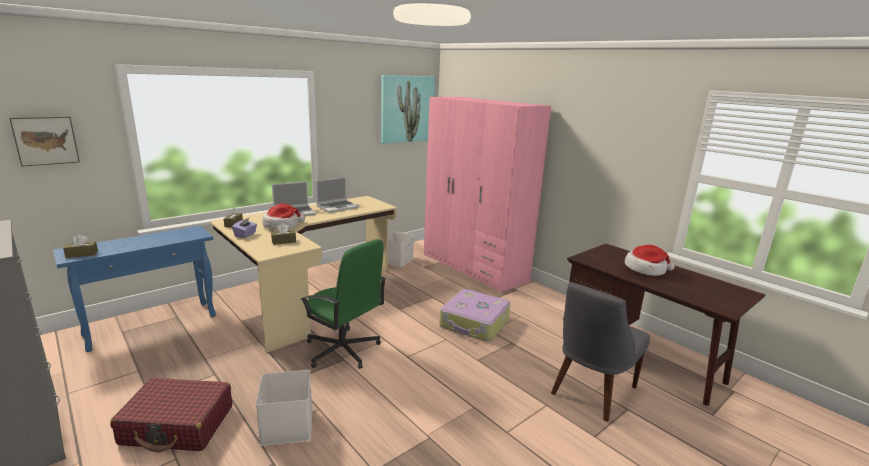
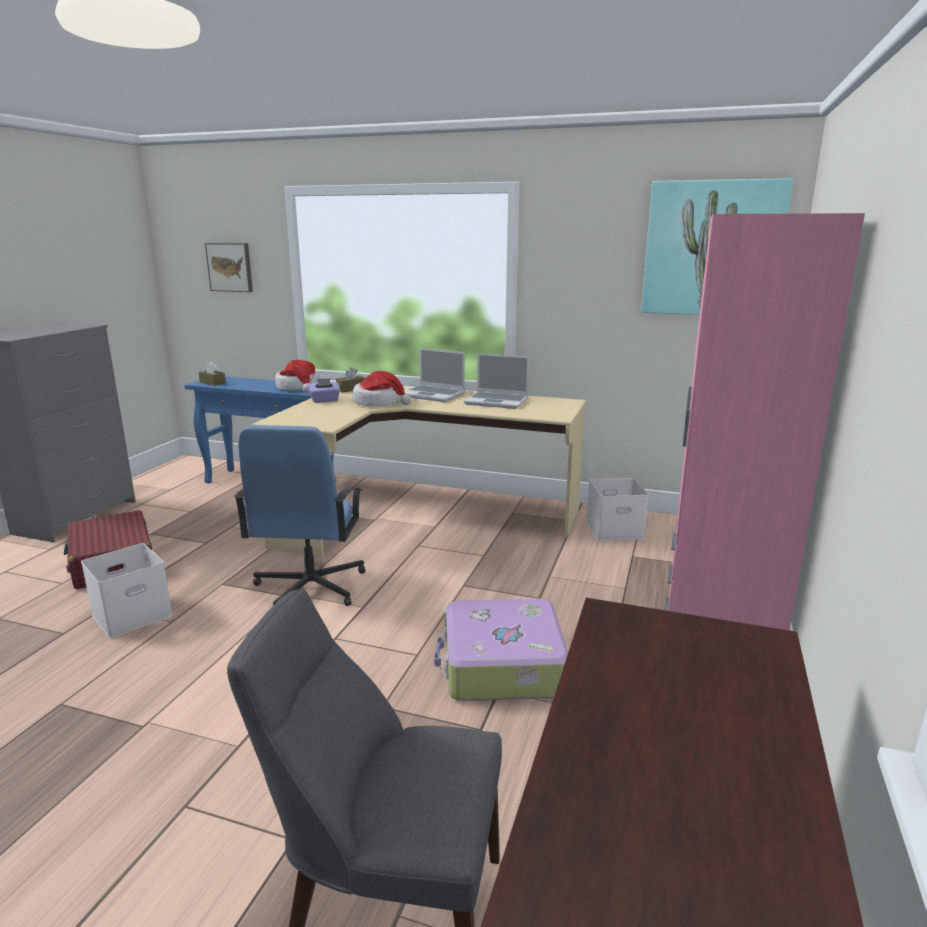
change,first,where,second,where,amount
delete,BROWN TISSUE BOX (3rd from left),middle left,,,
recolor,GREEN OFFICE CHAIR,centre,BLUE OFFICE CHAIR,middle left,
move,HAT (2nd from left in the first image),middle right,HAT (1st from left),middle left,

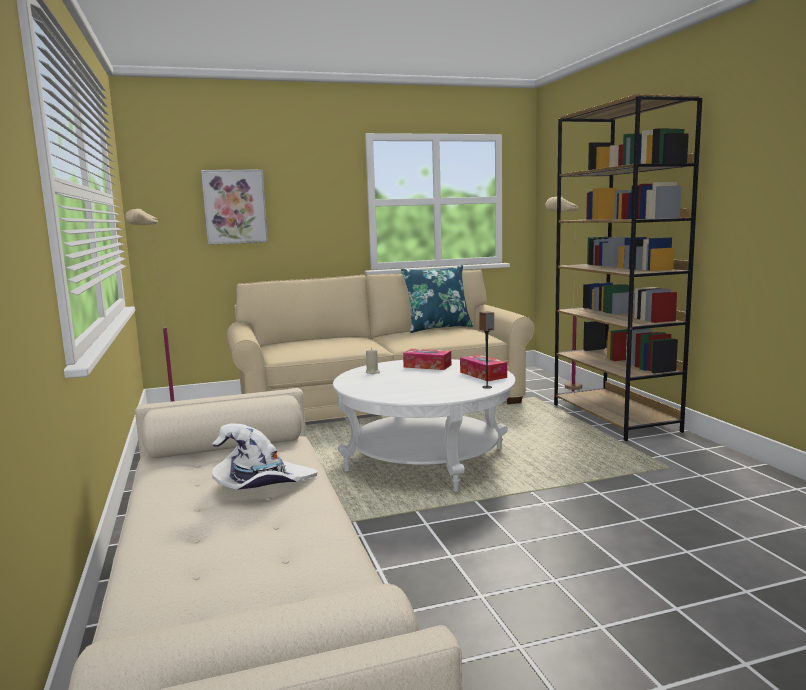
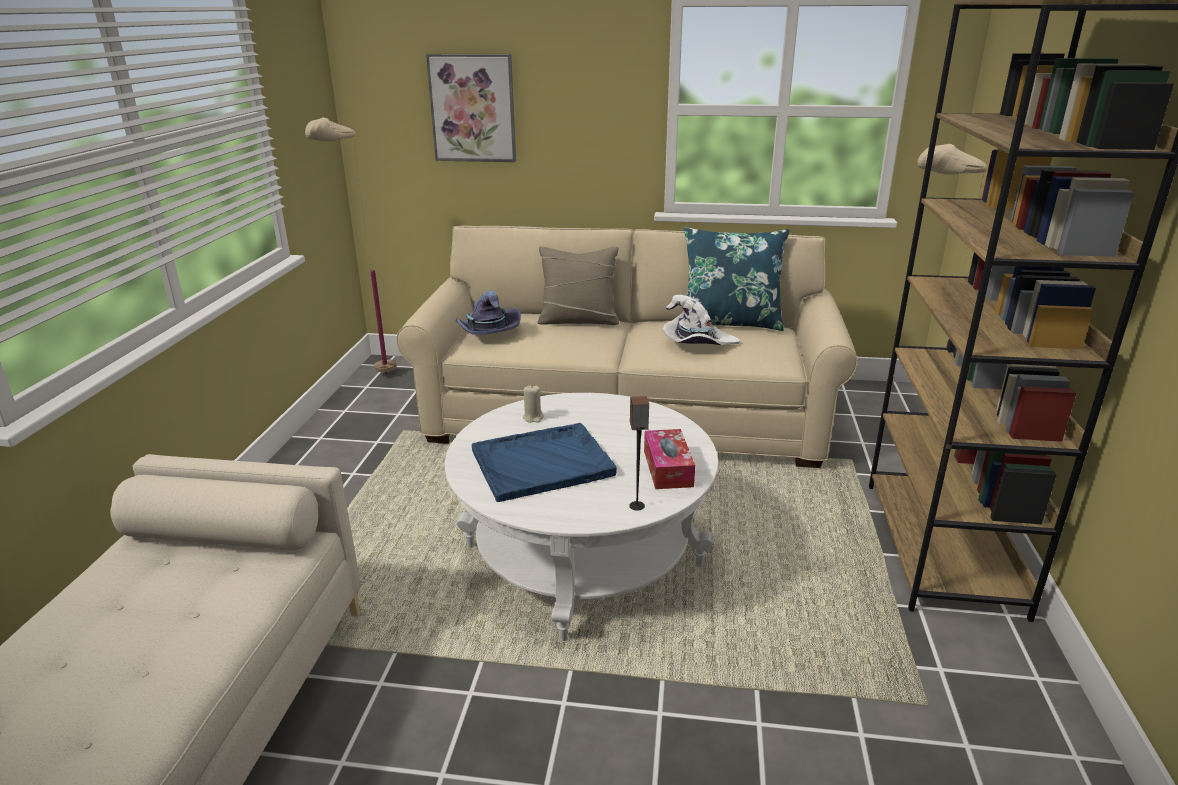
change,first,where,second,where,amount
move,WHITE HAT,middle left,,centre,
delete,TISSUE BOX (1st from left),centre,,,
insert,,,PURPLE HAT,centre,
insert,,,BLUE TRAY,centre,
insert,,,BEIGE PILLOW,centre,

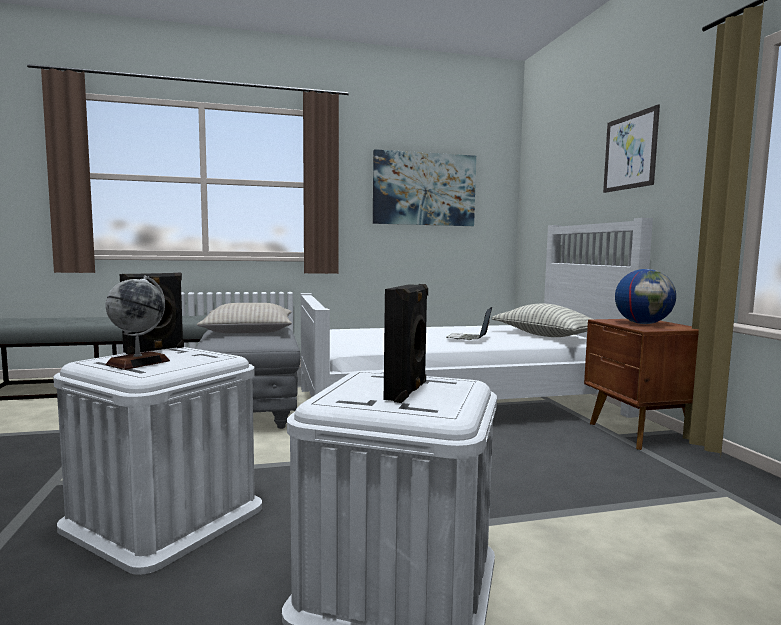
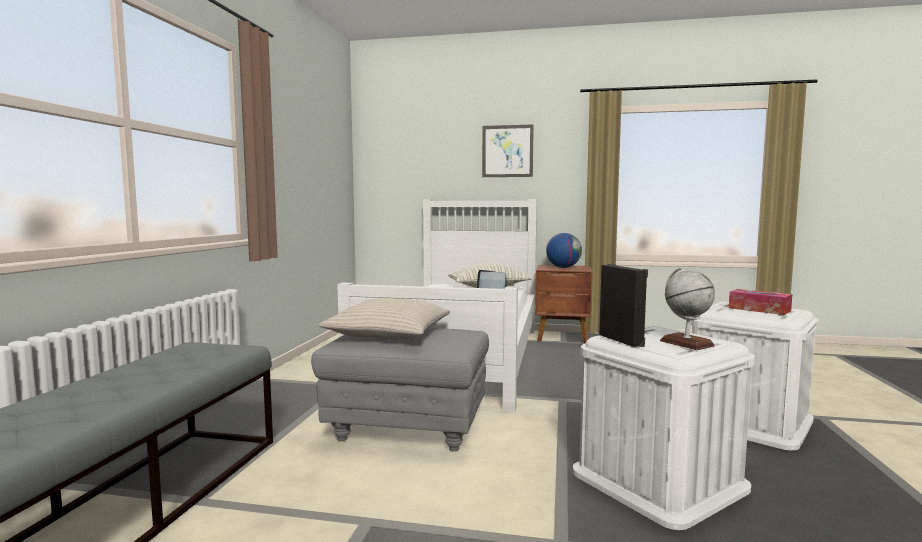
change,first,where,second,where,amount
delete,PICTURE (1st from left),top centre,,,
replace,BLACK SPEAKER (2nd from left),centre,TISSUE BOX,middle right,

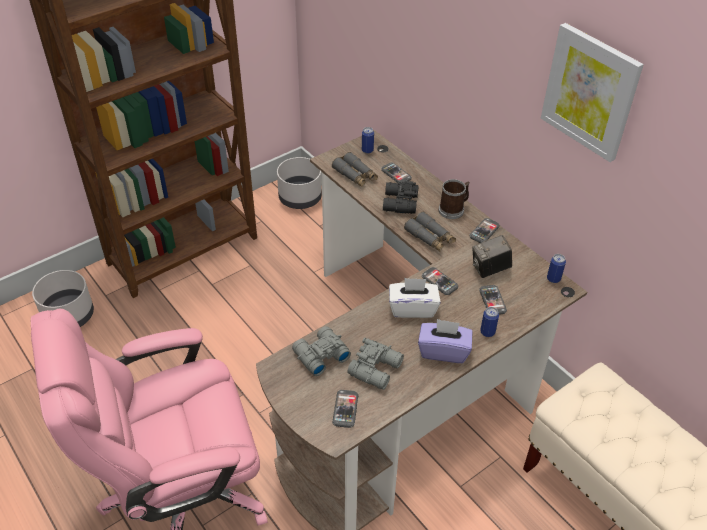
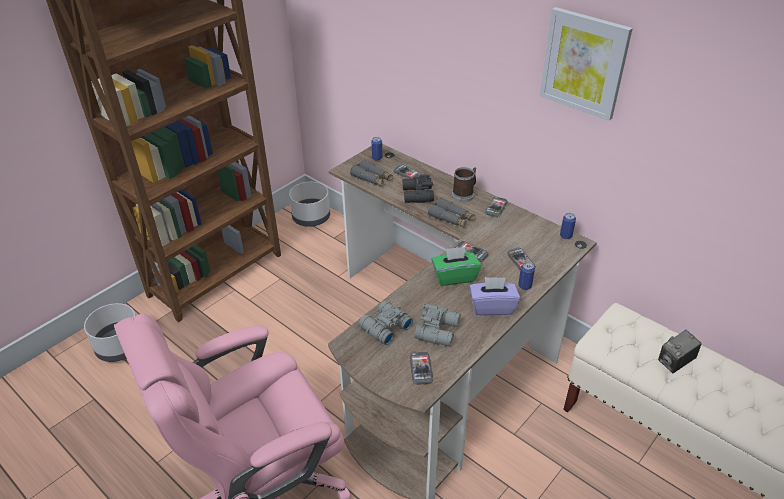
change,first,where,second,where,amount
recolor,WHITE TISSUE BOX,centre,GREEN TISSUE BOX,centre,
move,PHOTO CAMERA,middle right,,bottom right,

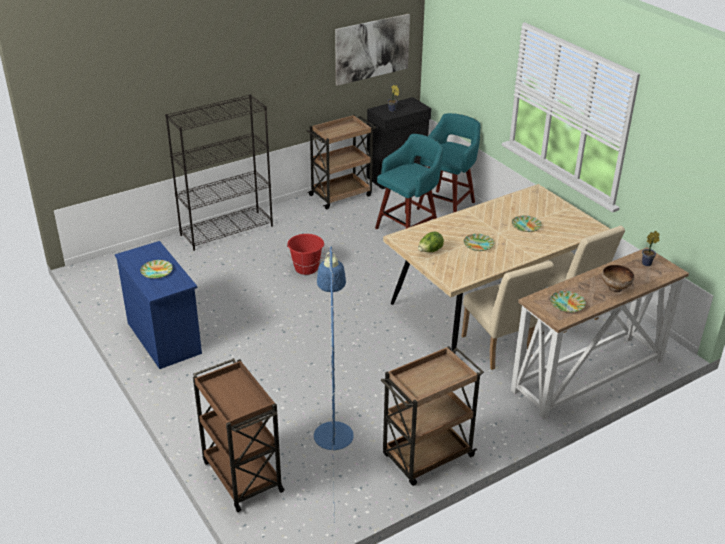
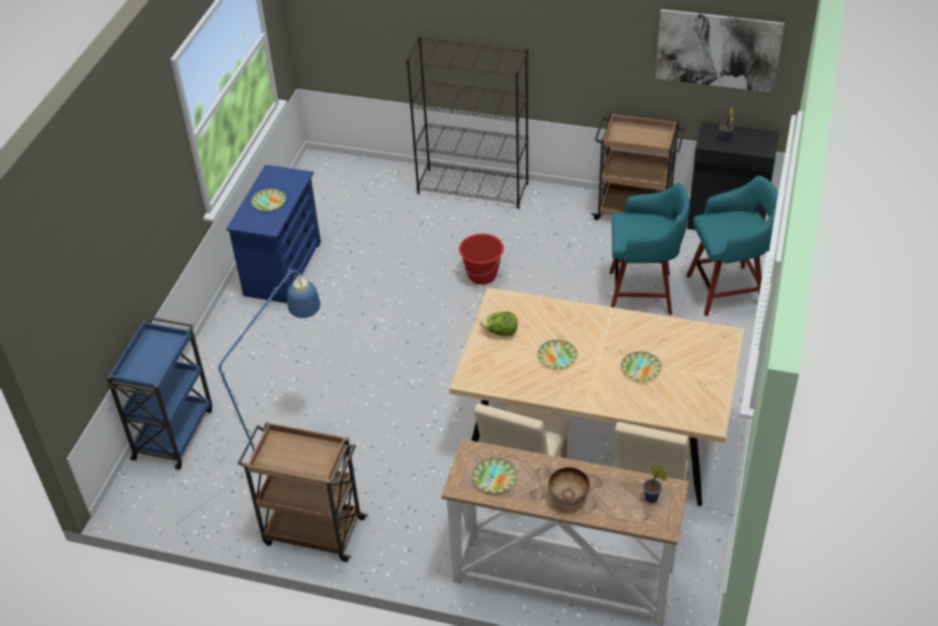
change,first,where,second,where,amount
recolor,BROWN CART (1st from left),bottom left,BLUE CART,middle left,

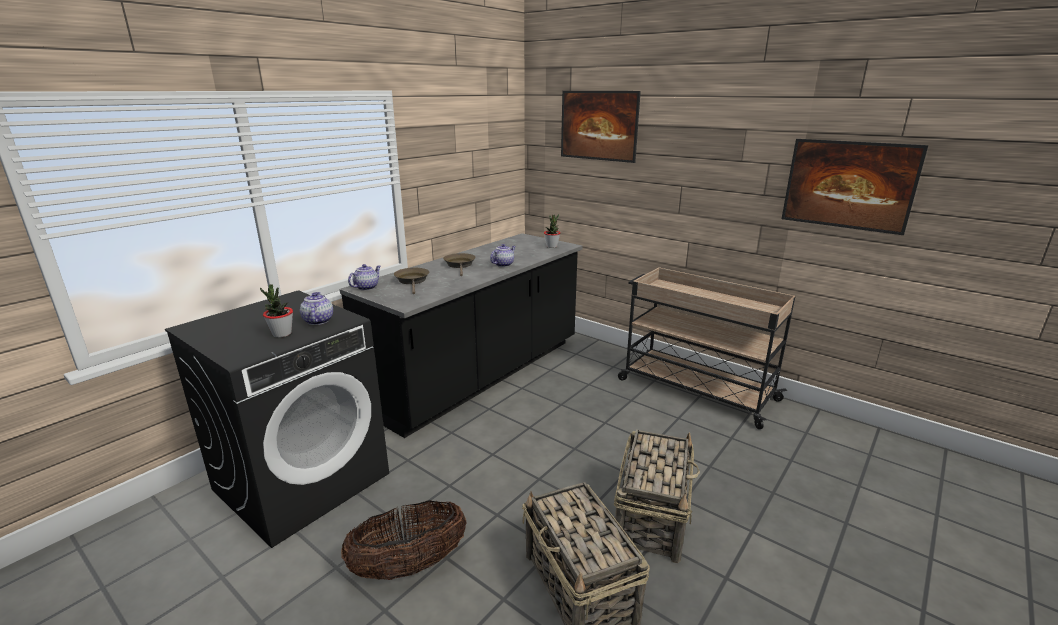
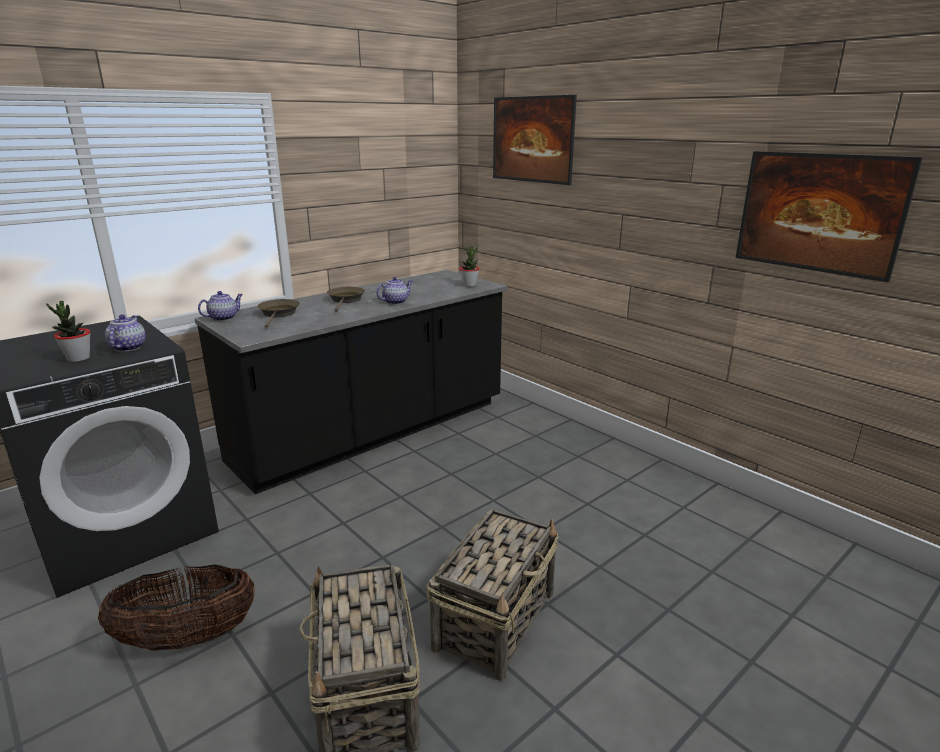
change,first,where,second,where,amount
delete,BEIGE CART,middle right,,,

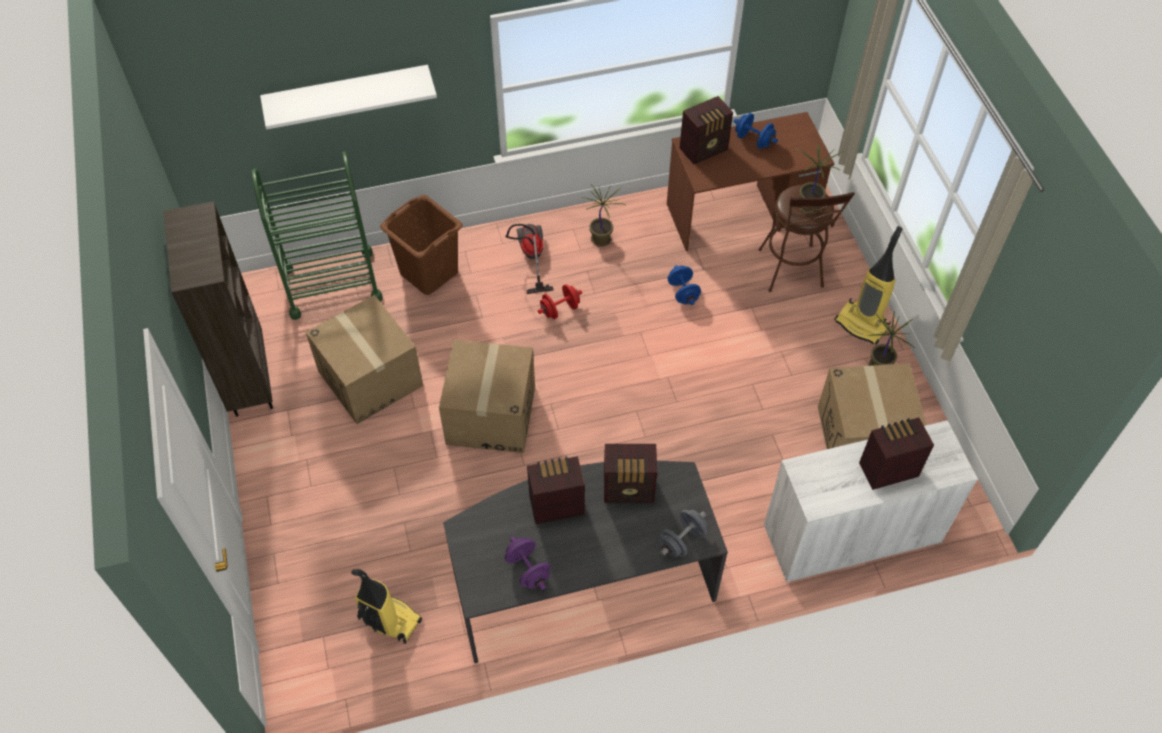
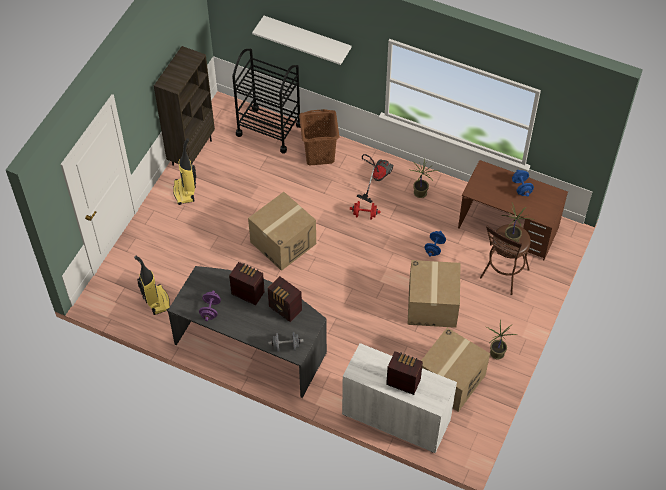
change,first,where,second,where,amount
recolor,GREEN CART,top left,BLACK CART,top centre,
move,CARDBOARD BOX (1st from left in the first image),middle left,CARDBOARD BOX (2nd from left),centre,
delete,RADIO (3rd from left),top centre,,,
move,VACUUM CLEANER (3rd from left in the first image),middle right,VACUUM CLEANER (2nd from left),middle left,

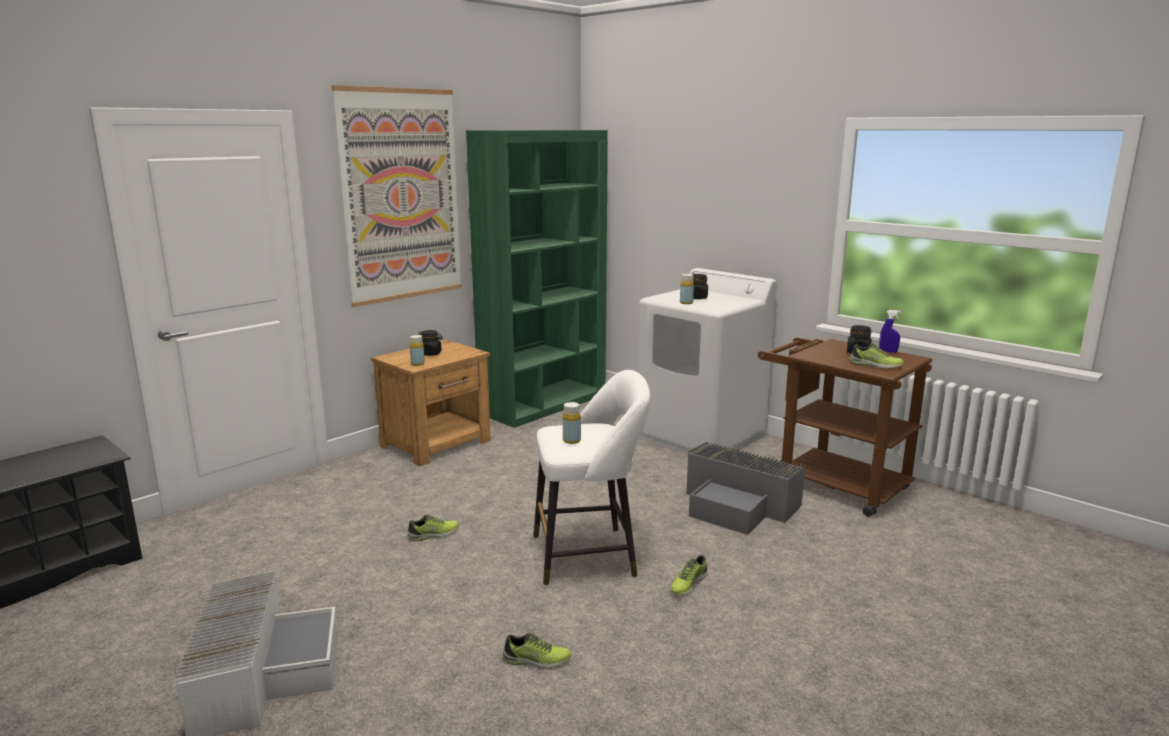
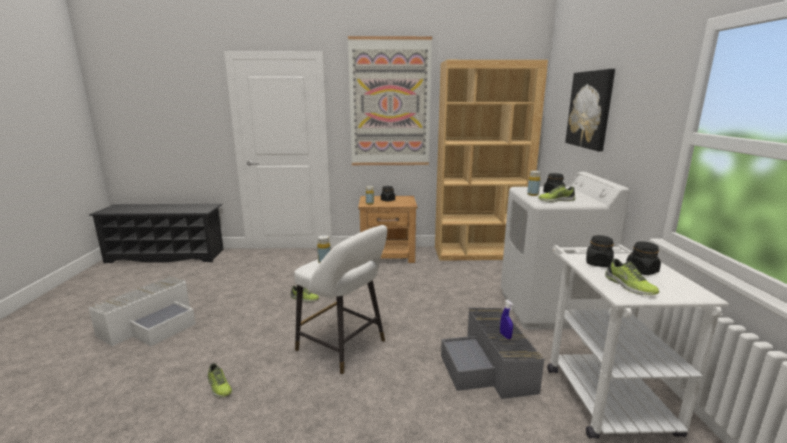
change,first,where,second,where,amount
recolor,GREEN BOOKCASE,centre,BROWN BOOKCASE,centre,
move,SHOE (3rd from left),bottom centre,,middle right,
recolor,BROWN CART,middle right,WHITE CART,bottom right,
move,BLUE SPRAY BOTTLE,middle right,,bottom centre,
insert,,,PICTURE (2nd from left),top right,
insert,,,BLACK JAR (3rd from left),middle right,

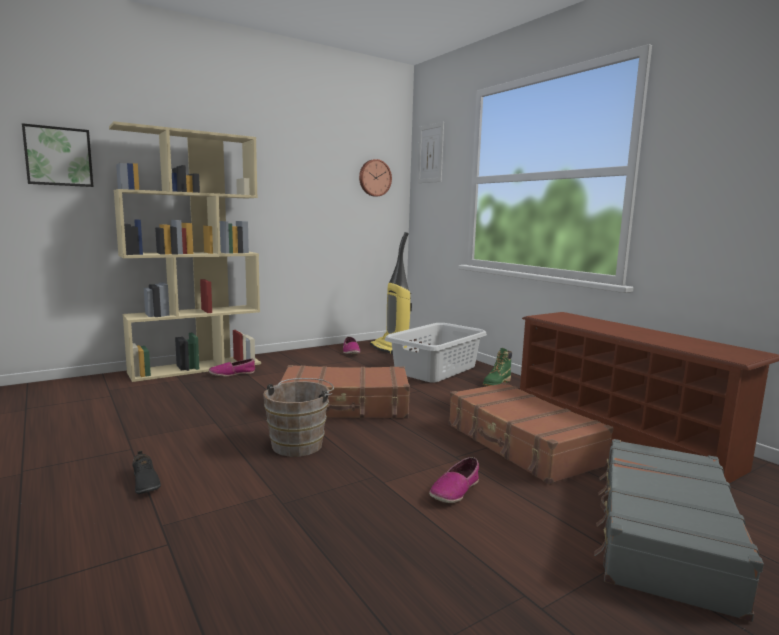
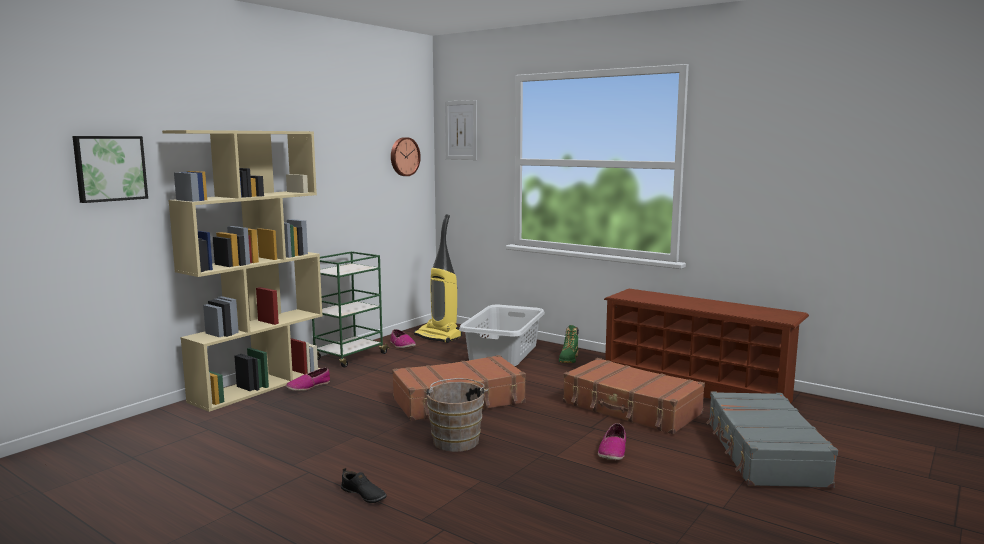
change,first,where,second,where,amount
insert,,,GREEN CART,centre,

